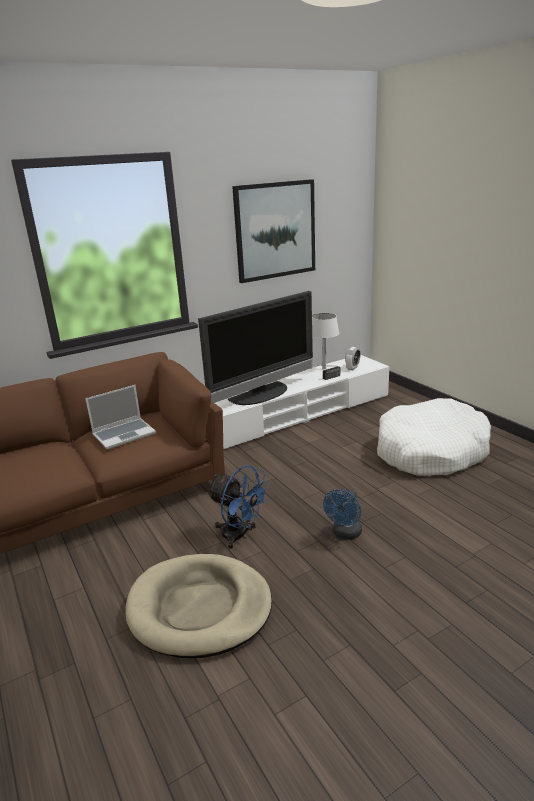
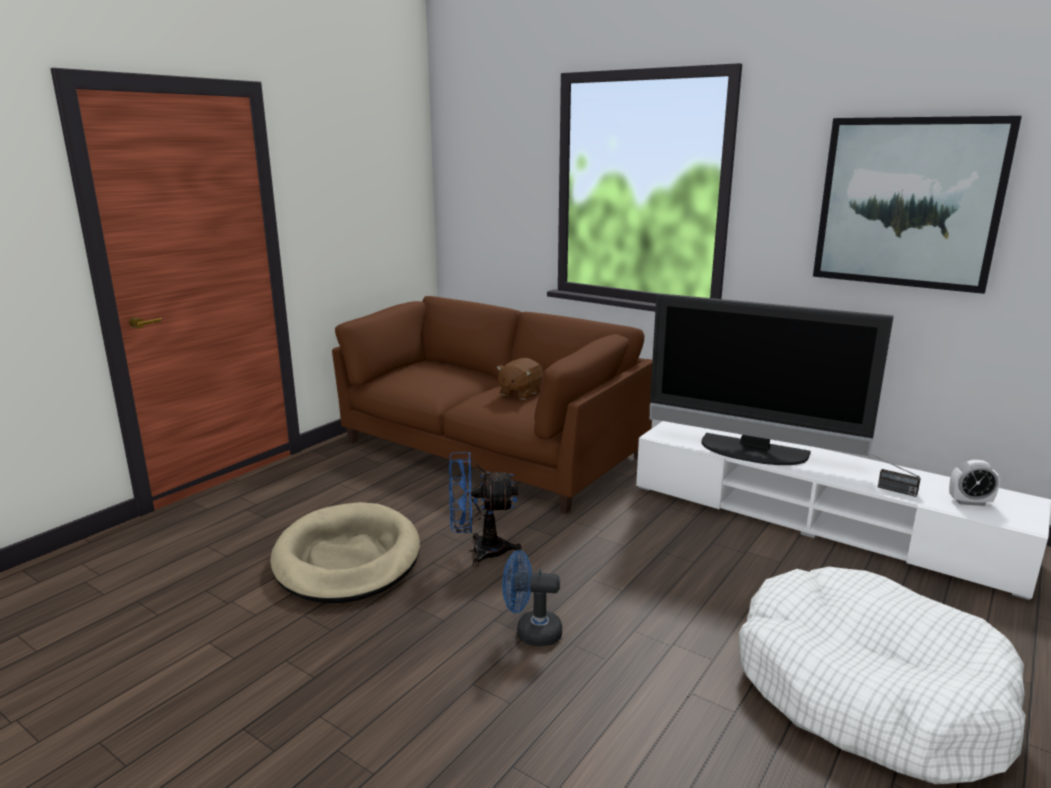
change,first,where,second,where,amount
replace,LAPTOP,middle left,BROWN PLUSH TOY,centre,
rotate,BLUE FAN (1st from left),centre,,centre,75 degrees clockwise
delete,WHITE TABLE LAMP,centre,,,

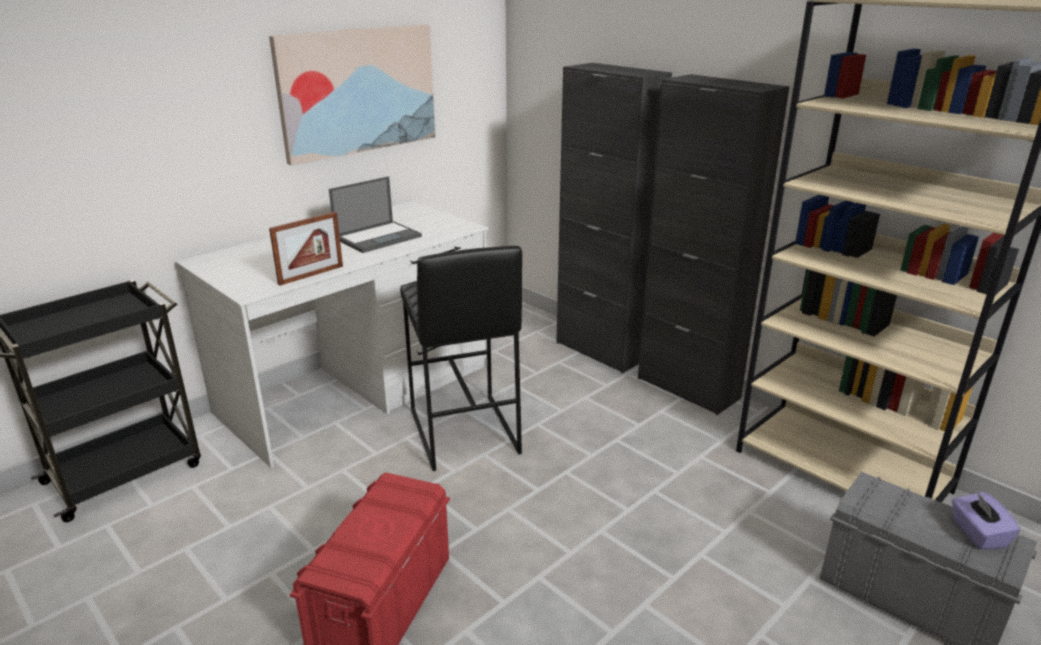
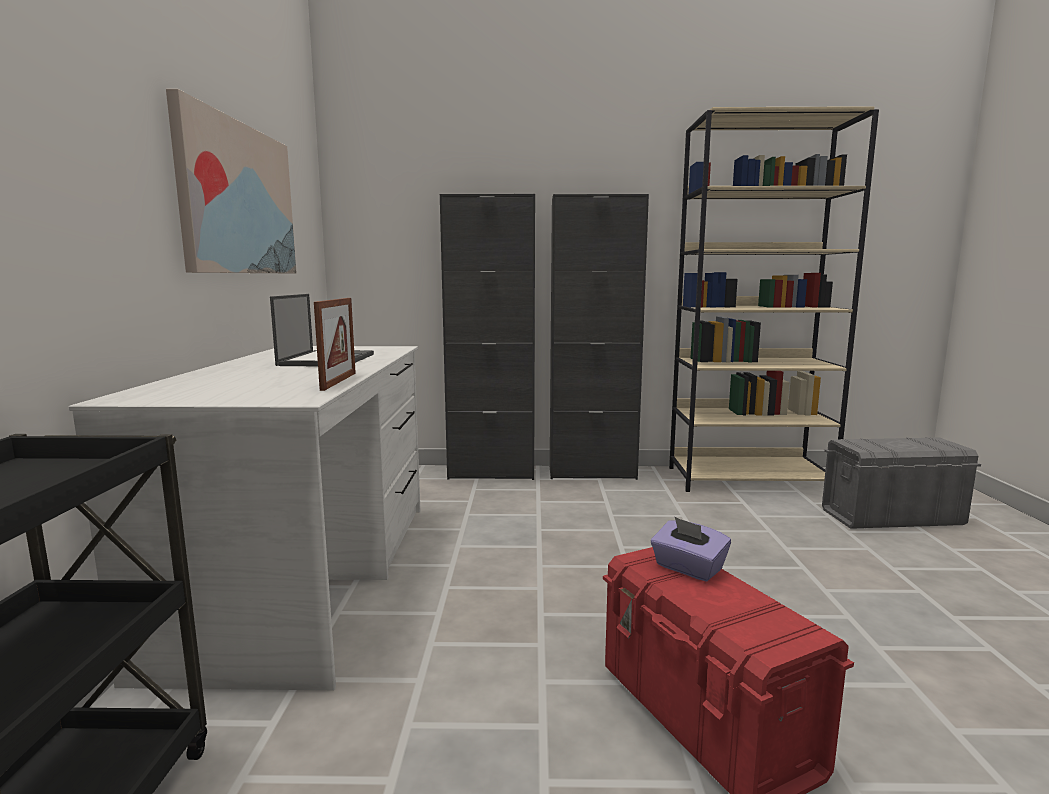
change,first,where,second,where,amount
delete,BLACK STOOL,centre,,,
move,PURPLE TISSUE BOX,bottom right,,bottom centre,

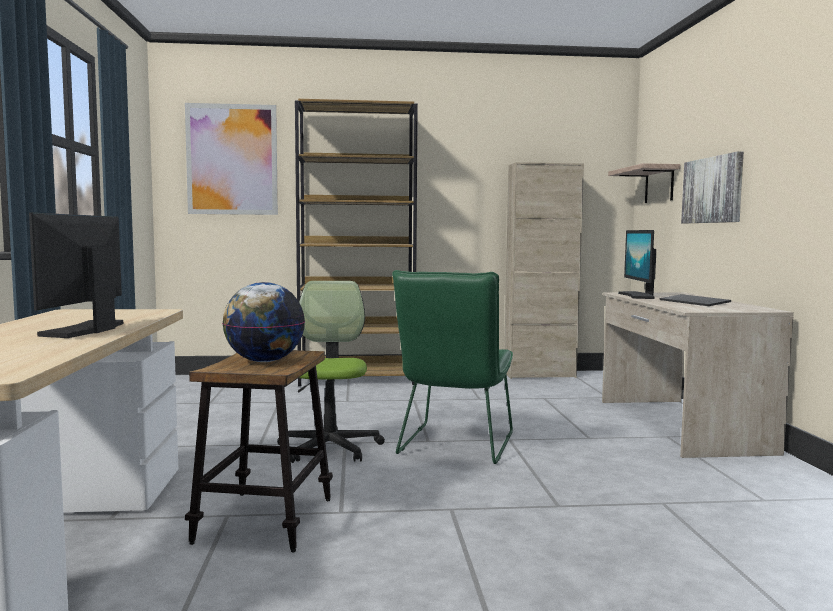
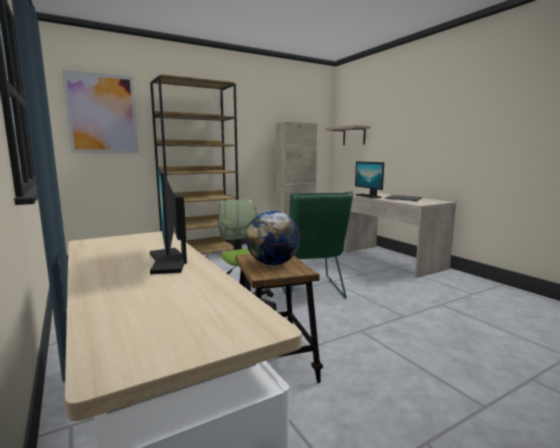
change,first,where,second,where,amount
delete,PICTURE (2nd from left),top right,,,

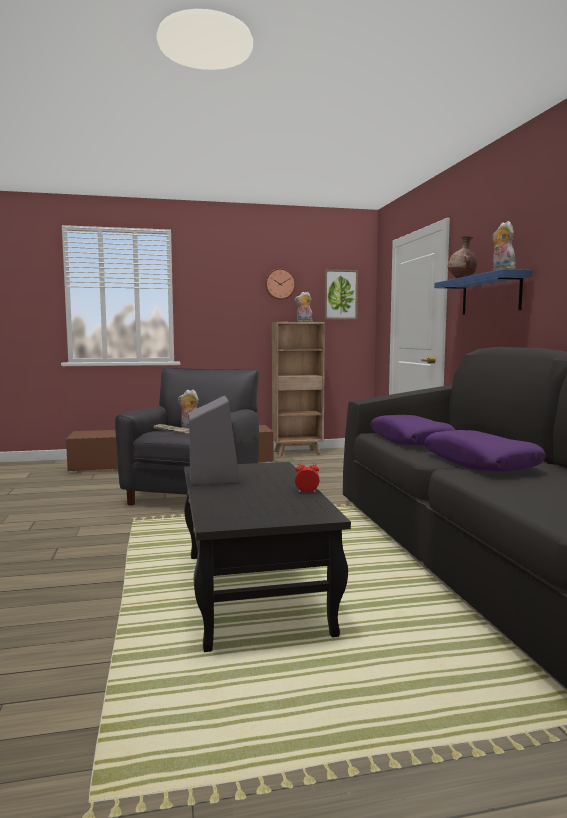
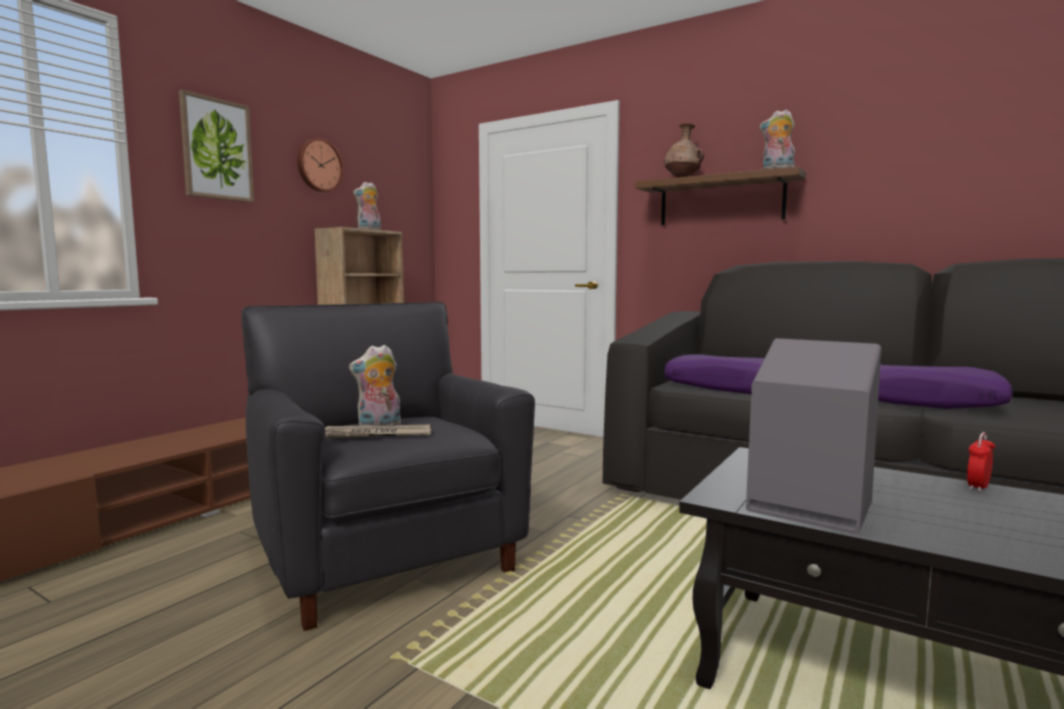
change,first,where,second,where,amount
move,PICTURE,centre,,top left,
recolor,BLUE SHELF,middle right,BROWN SHELF,top right,

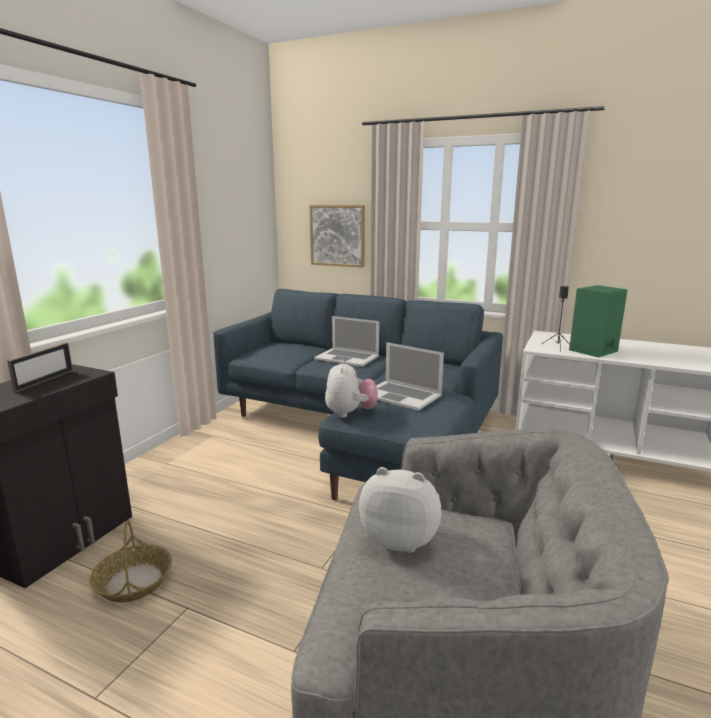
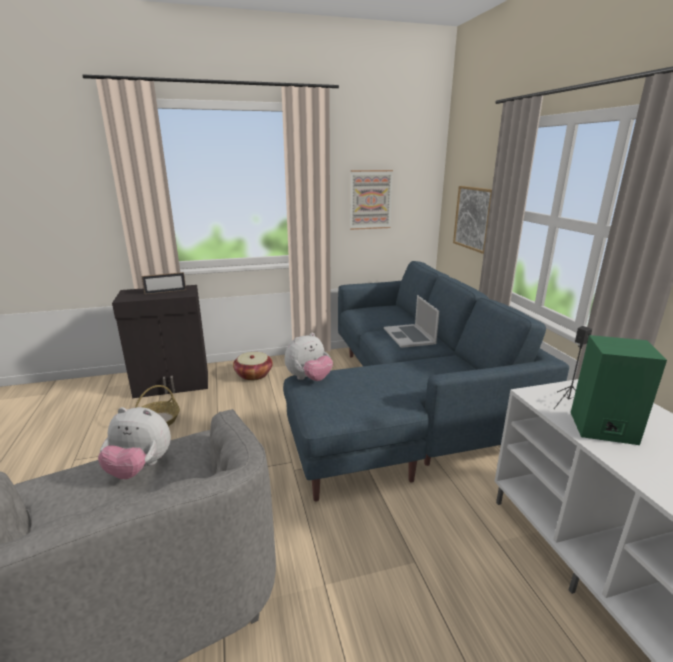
change,first,where,second,where,amount
rotate,PLUSH TOY (2nd from left in the first image),bottom centre,PLUSH TOY (1st from left),bottom left,120 degrees clockwise
delete,LAPTOP (2nd from left),centre,,,
insert,,,BASKET (2nd from left),centre,
insert,,,PICTURE (1st from left),top centre,

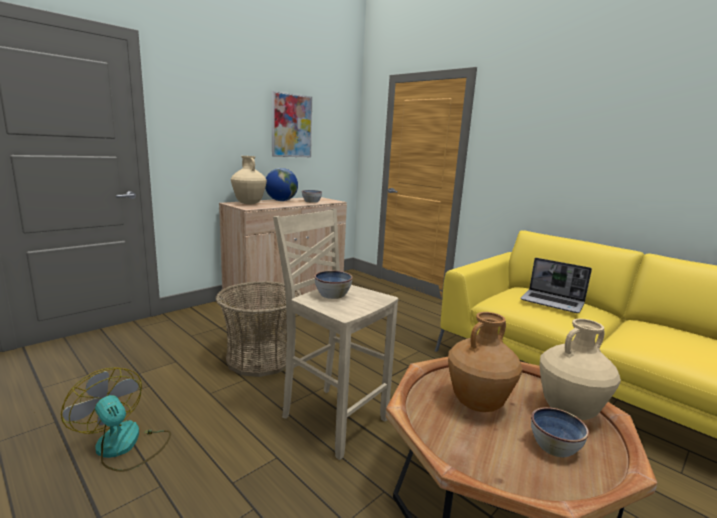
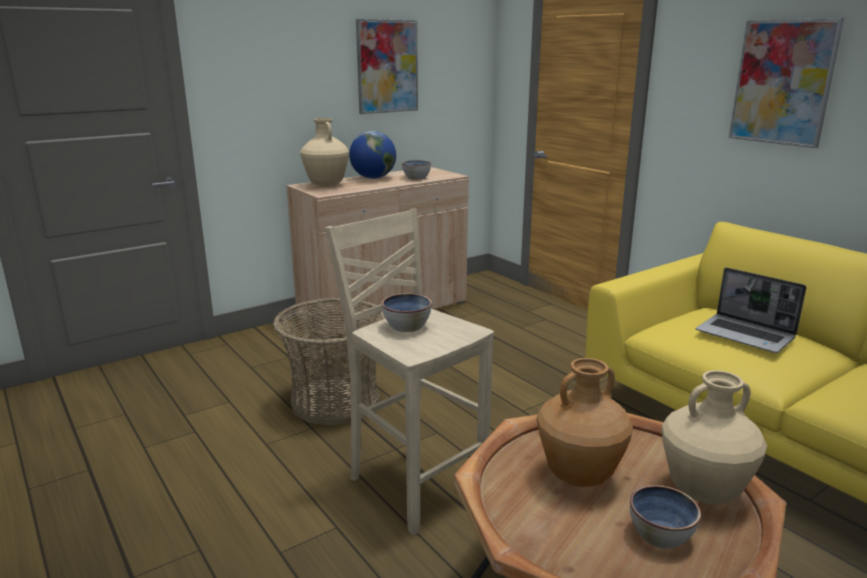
change,first,where,second,where,amount
delete,FAN,bottom left,,,
insert,,,PICTURE (2nd from left),top right,

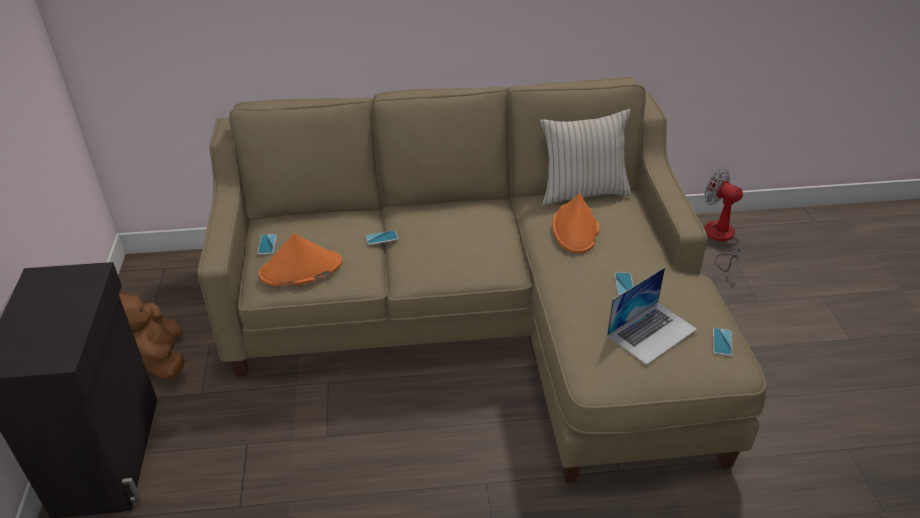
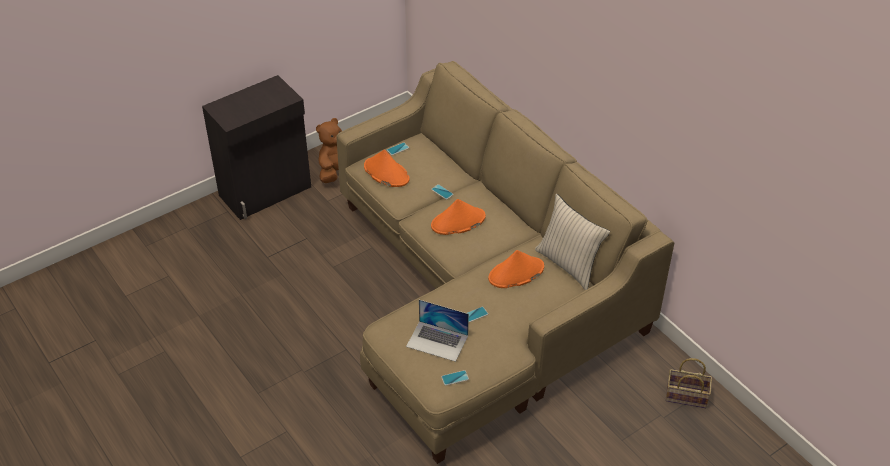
change,first,where,second,where,amount
replace,FAN,middle right,BASKET,bottom right,
insert,,,ORANGE HAT (2nd from left),centre,

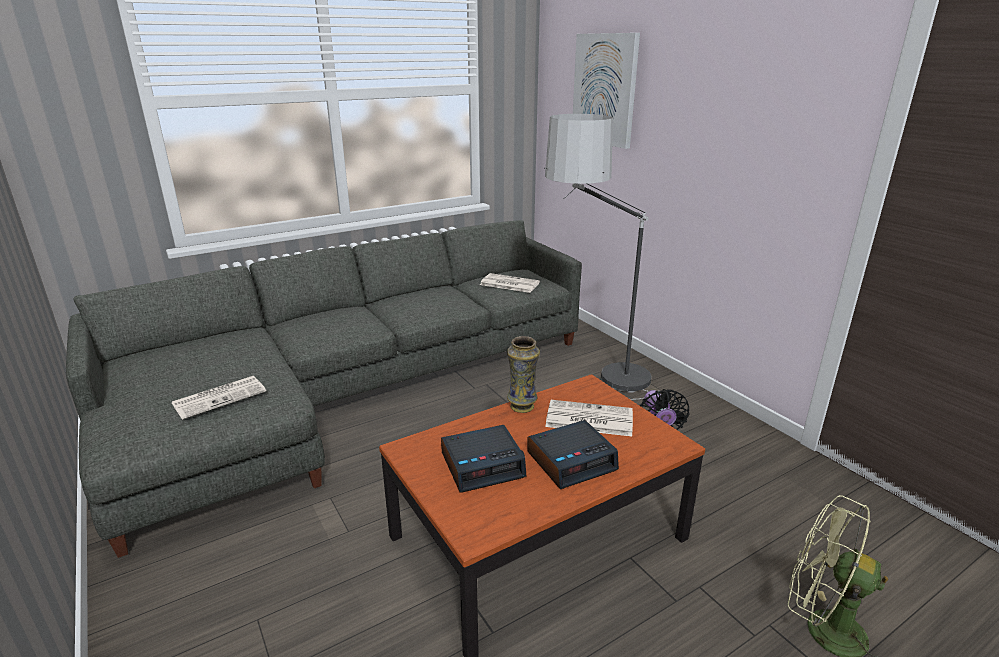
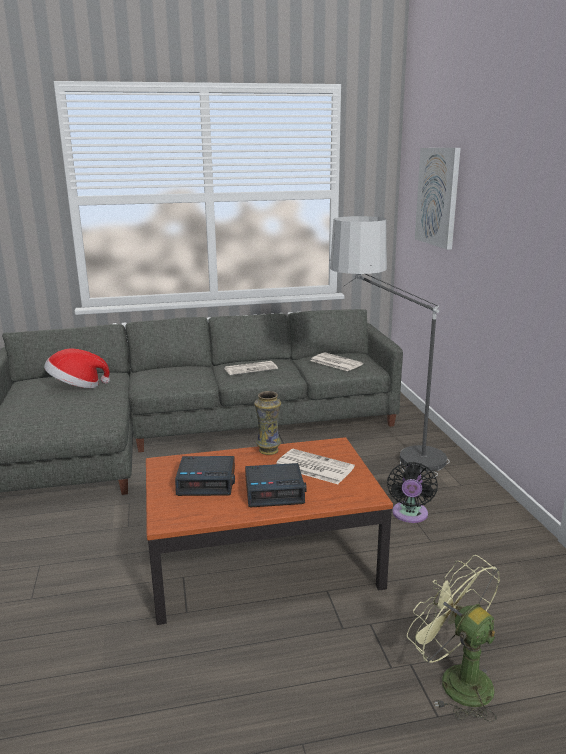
change,first,where,second,where,amount
move,NEWSPAPER (1st from left),middle left,,centre,
insert,,,HAT,middle left,

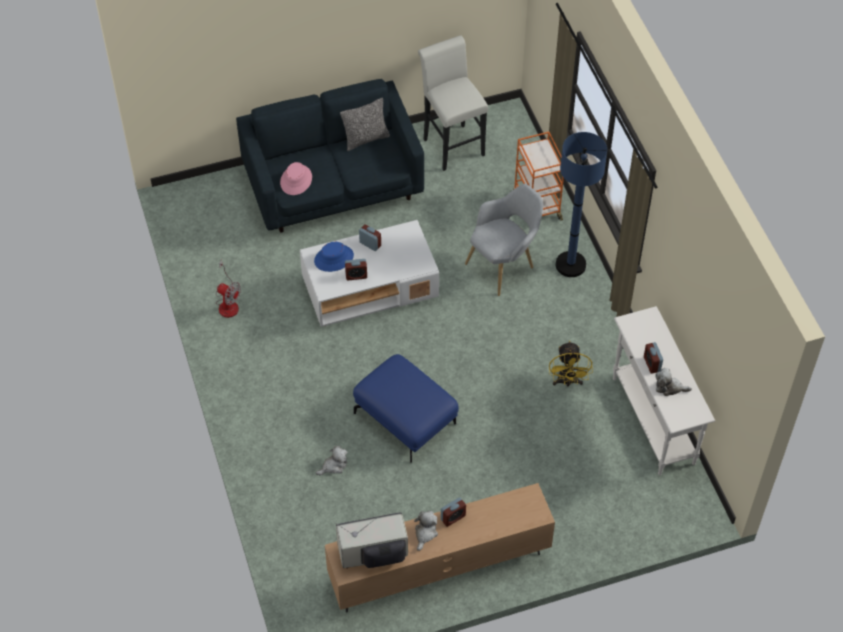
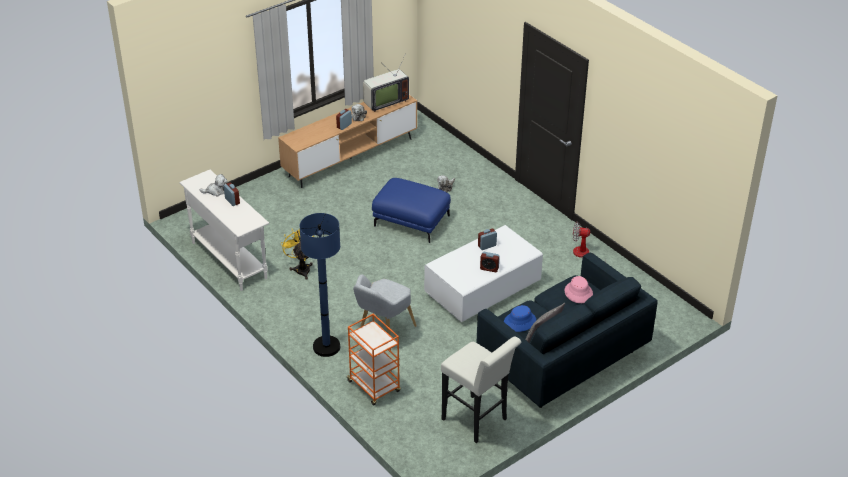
change,first,where,second,where,amount
move,BLUE HAT,centre,,bottom centre,

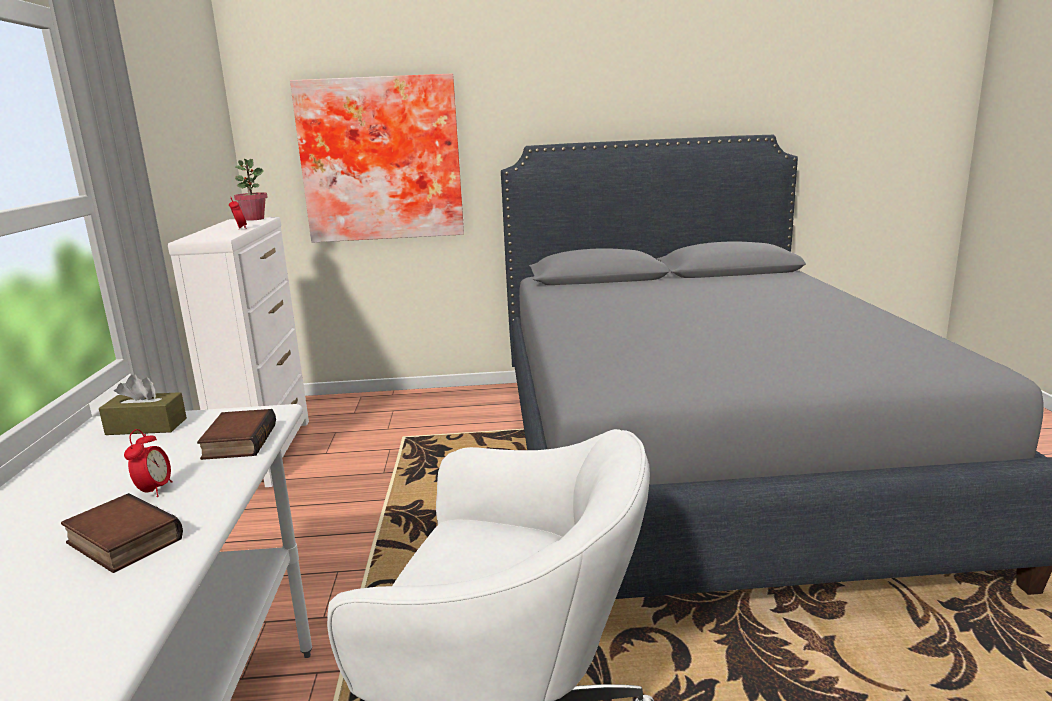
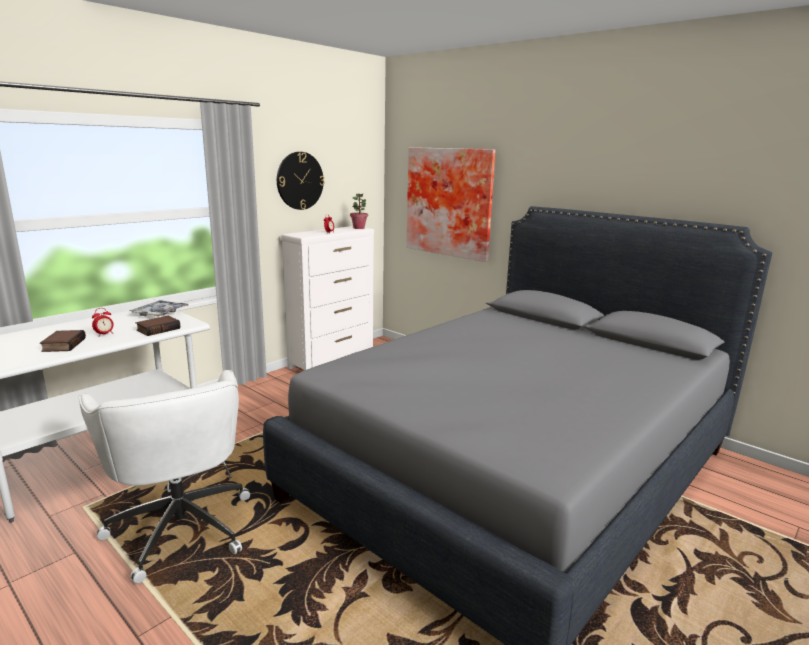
change,first,where,second,where,amount
replace,BROWN TISSUE BOX,middle left,TRAY,middle left,
insert,,,WALL CLOCK,top centre,

